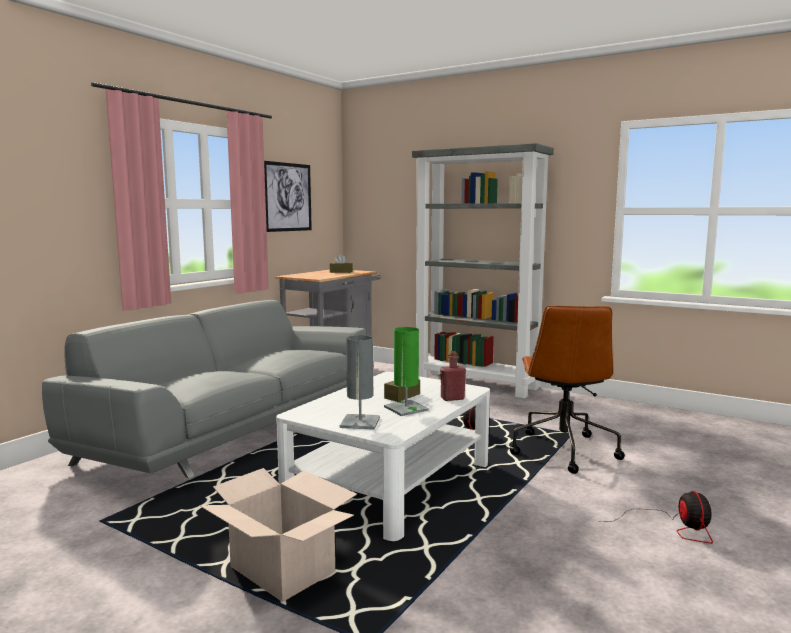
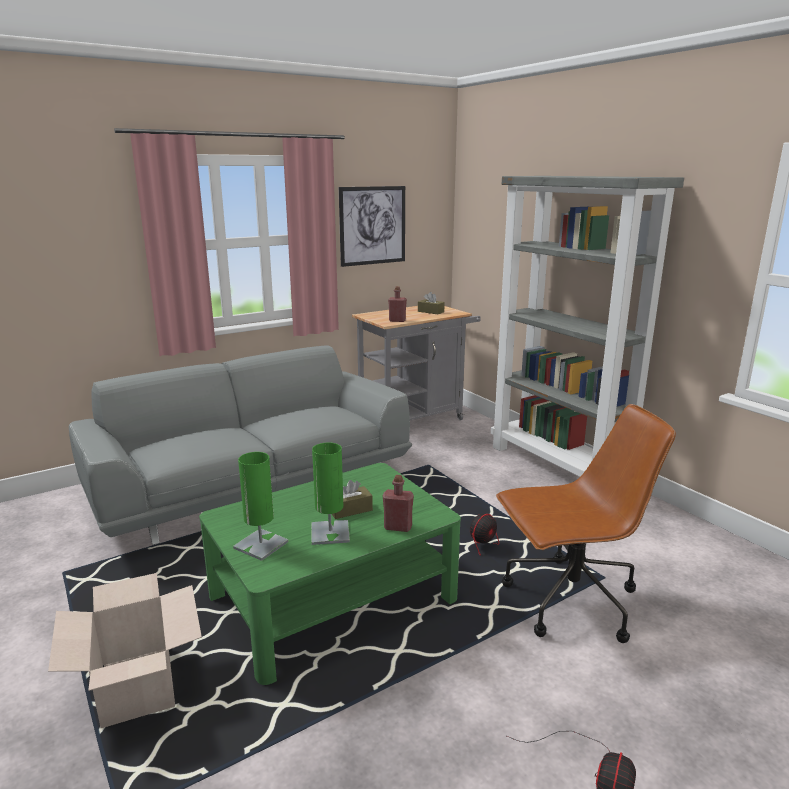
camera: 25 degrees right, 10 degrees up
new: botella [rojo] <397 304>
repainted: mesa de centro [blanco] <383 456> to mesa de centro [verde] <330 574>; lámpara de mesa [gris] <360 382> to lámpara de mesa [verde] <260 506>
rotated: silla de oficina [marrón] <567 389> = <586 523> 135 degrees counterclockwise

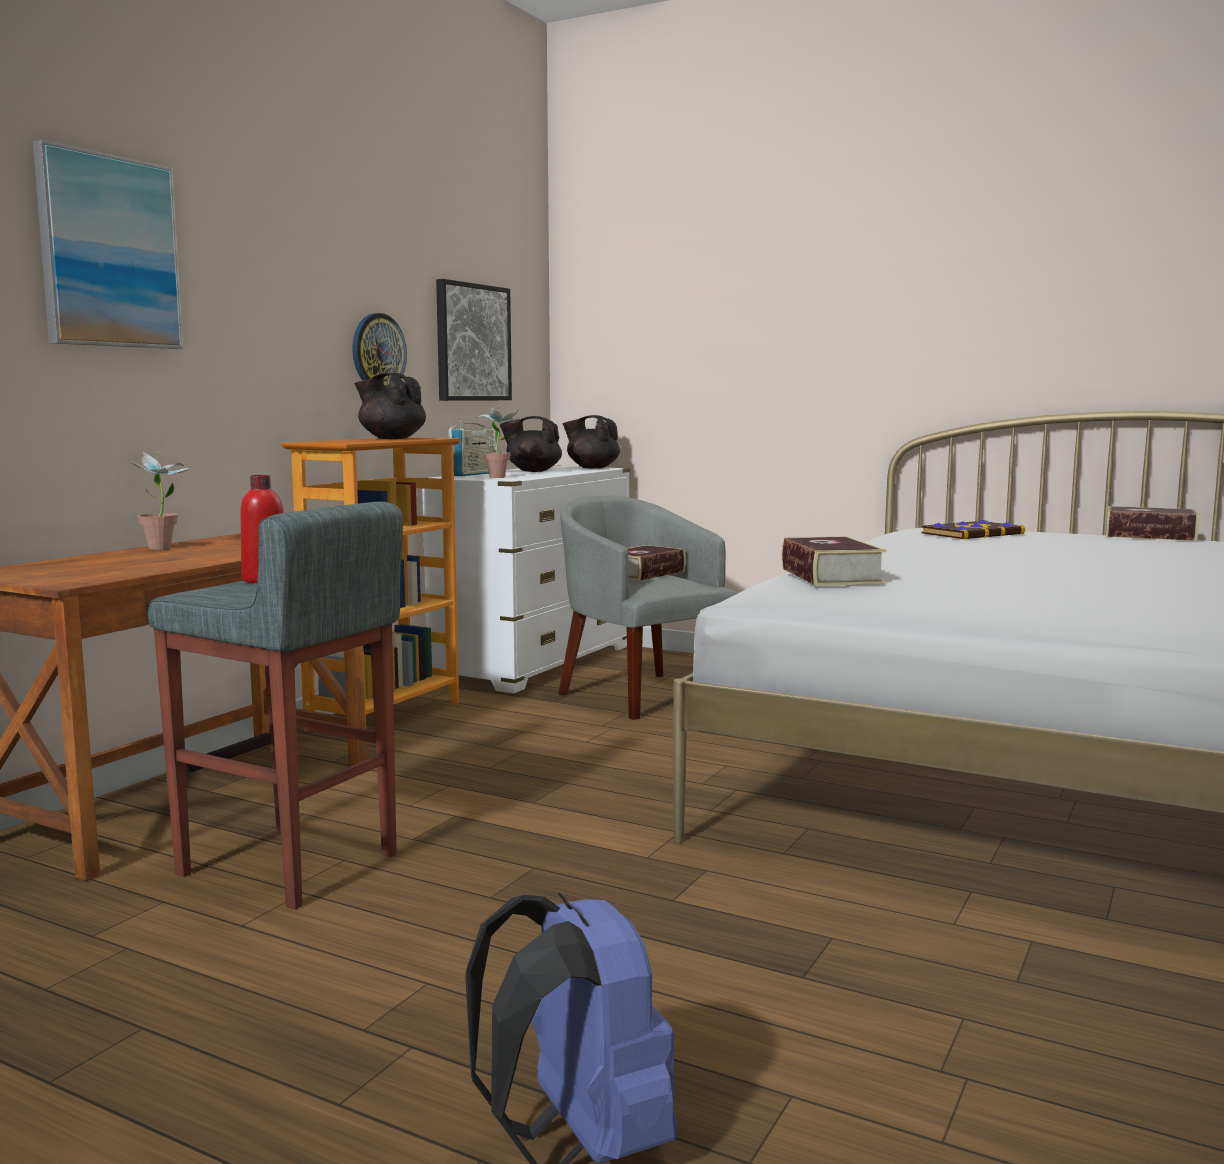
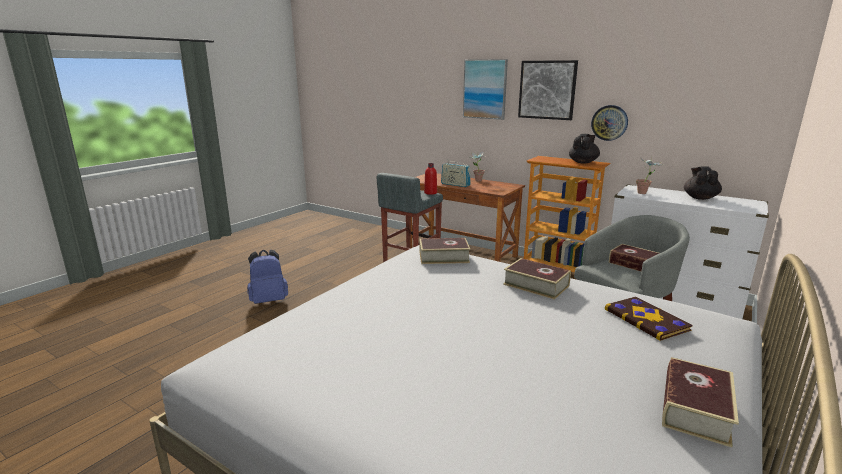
camera: 95 degrees right, 10 degrees up
gone: tetera [negro] <591 442>
new: libro <537 279>
shifted: cuadro <474 340> to <548 90>; radio <472 446> to <456 173>

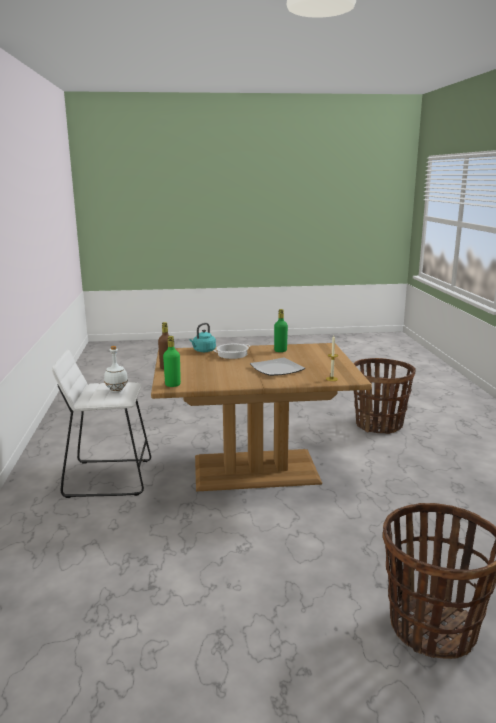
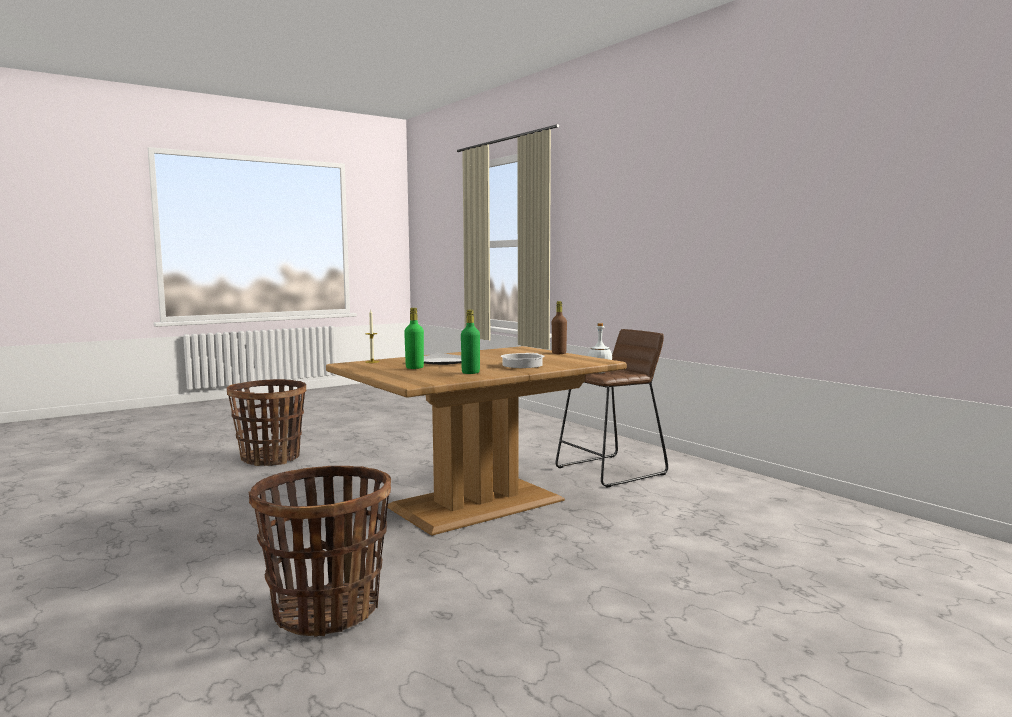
camera: 150 degrees right, 10 degrees down
gone: hervidor [turquesa] <203 337>
shifted: botella [verde] <172 361> to <414 338>
repainted: taburete [blanco] <101 424> to taburete [marrón] <611 408>

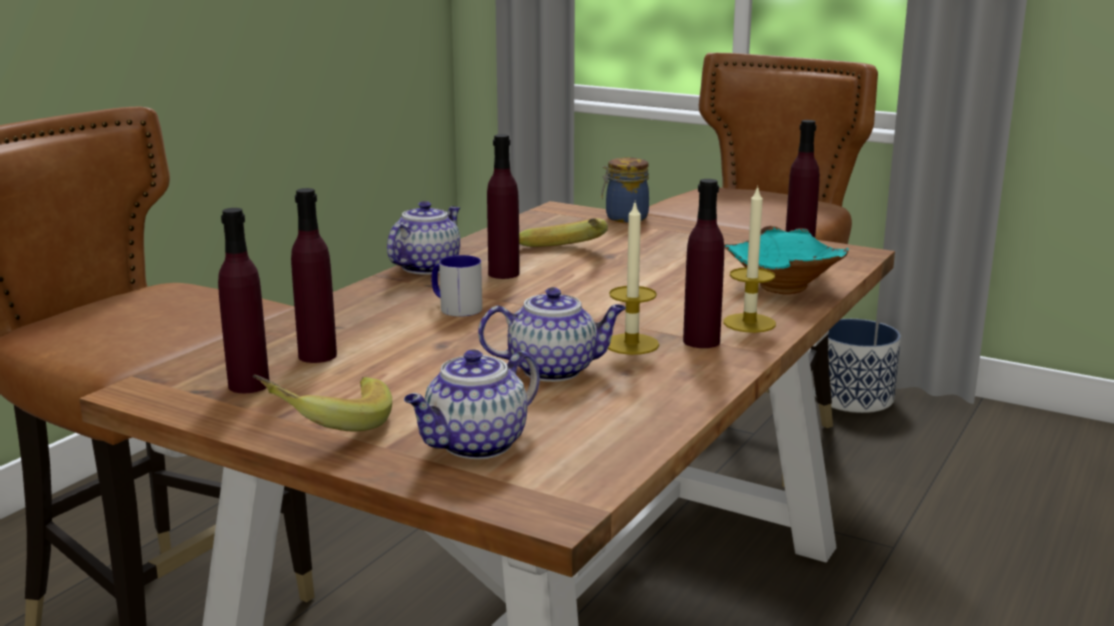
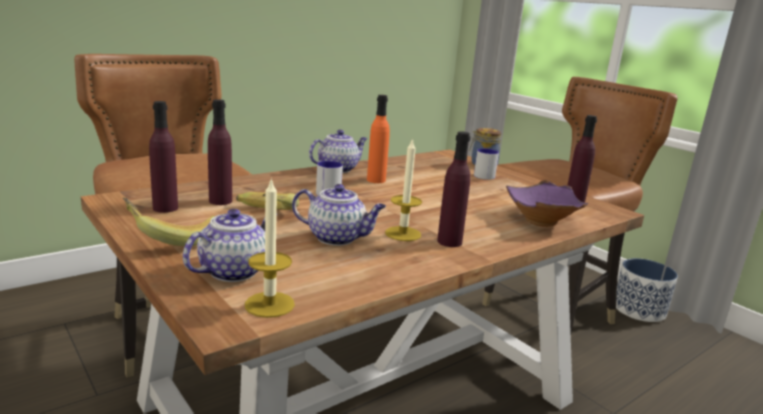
camera: 20 degrees right, 0 degrees up
new: taza grande <486 164>
shifted: plátano <563 232> to <267 201>; vela <749 259> to <270 247>
repainted: botella [morado] <503 206> to botella [naranja] <378 139>; cuenco [turquesa] <786 260> to cuenco [morado] <547 203>
rotated: tetera <472 404> = <230 245> 150 degrees clockwise

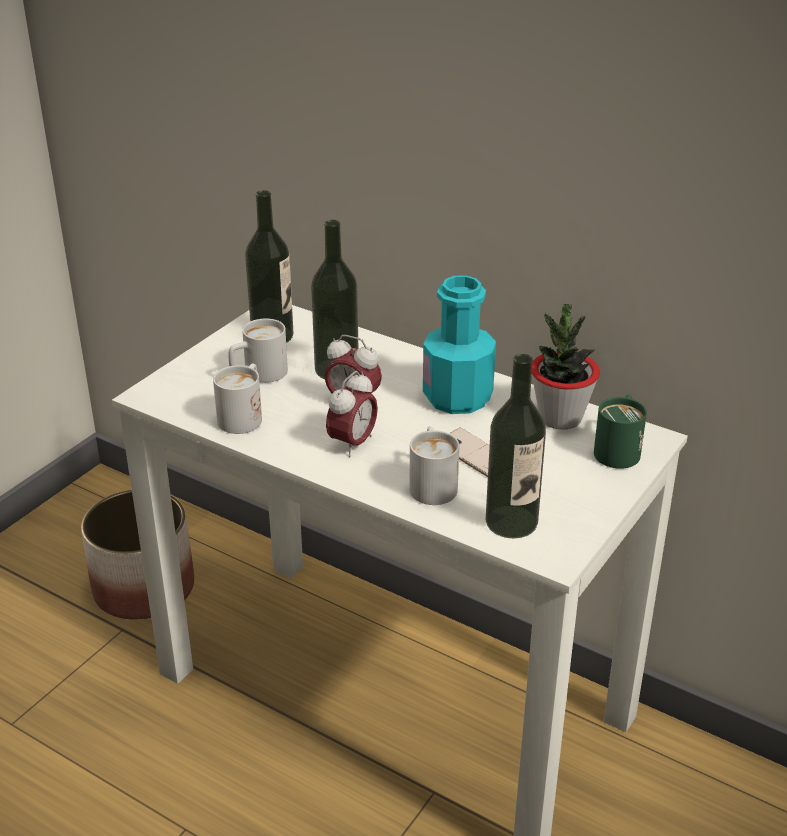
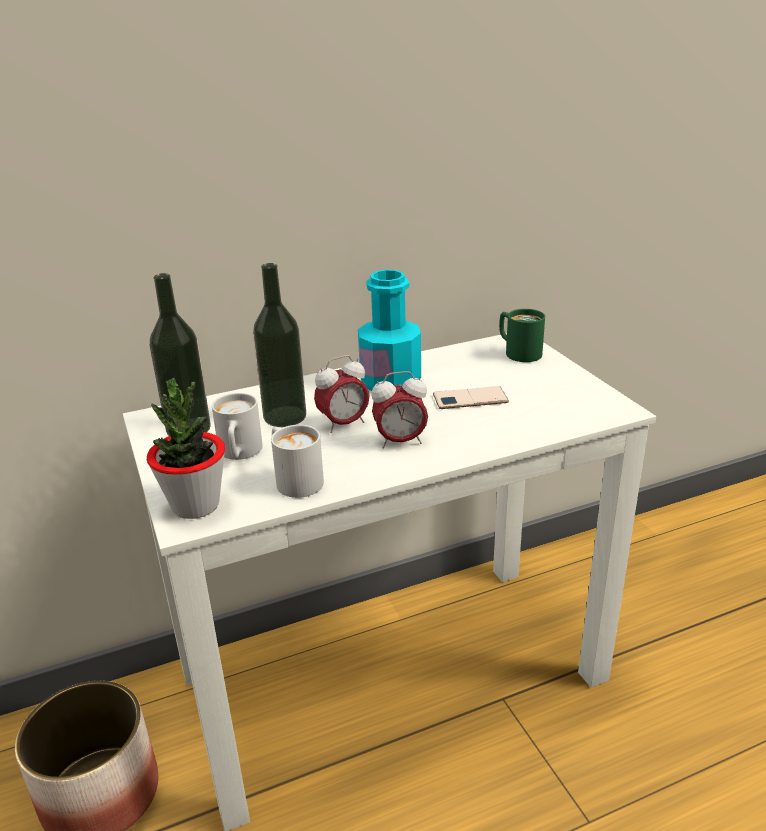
camera: 55 degrees left, 5 degrees down
gone: taza grande [blanco] <434 465>; botella <516 446>
shifted: planta en maceta <566 367> to <186 448>
rotated: despertador <352 414> = <400 409> 105 degrees clockwise

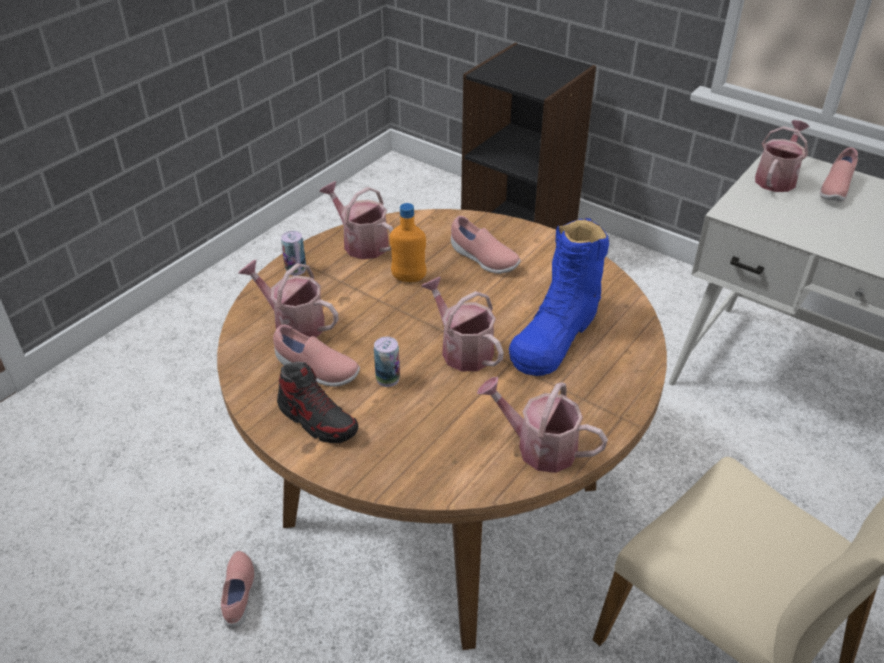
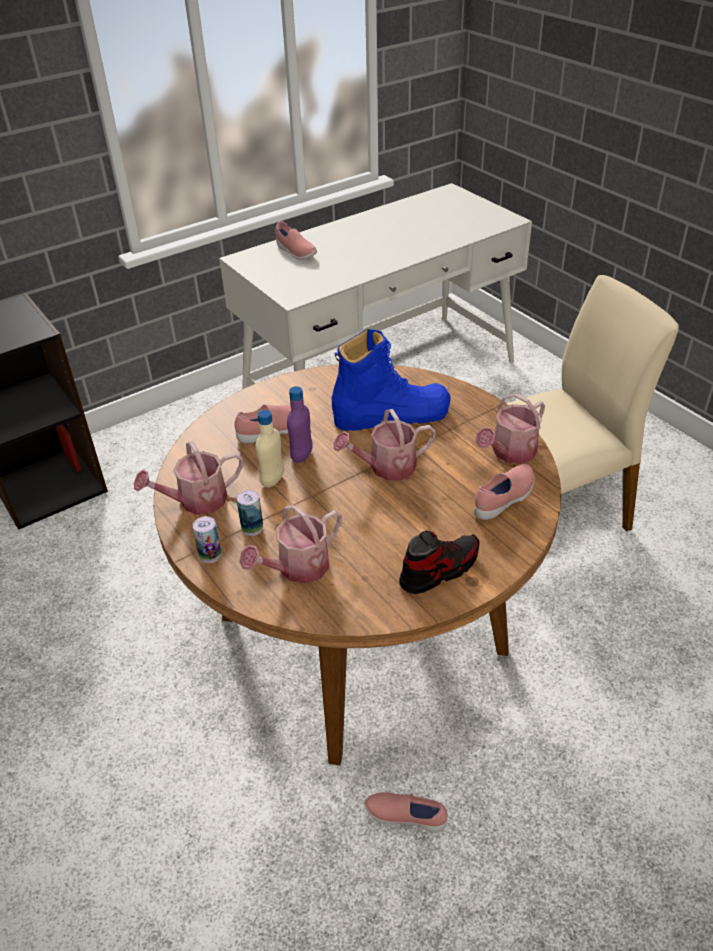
camera: 70 degrees left, 0 degrees up
gone: regadera <782 156>
new: botella [morado] <300 424>
shifted: zapato [rosa] <316 355> to <504 492>; lata <387 362> to <250 513>
repainted: botella [naranja] <408 242> to botella [beis] <269 449>
rotated: bota [azul] <559 297> = <391 380> 60 degrees counterclockwise

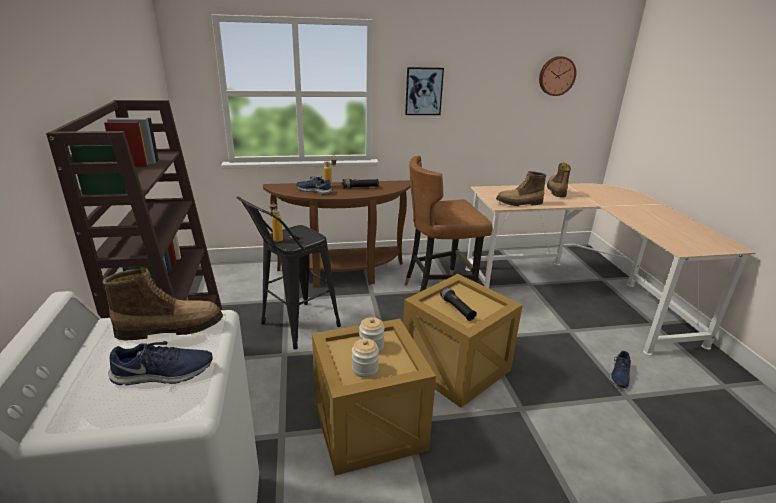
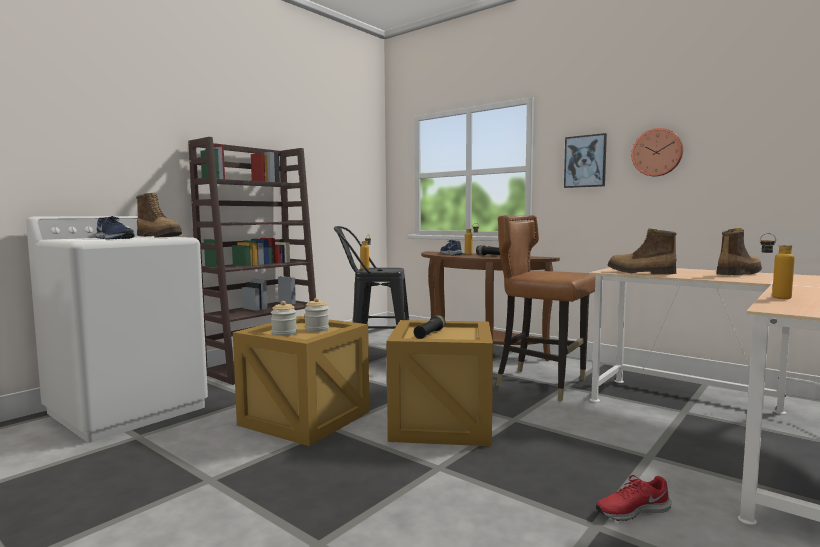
camera: 50 degrees right, 20 degrees down
new: botella <777 266>
shifted: reloj de pared <557 76> to <657 152>
repainted: zapato [azul] <620 370> to zapato [rojo] <634 498>

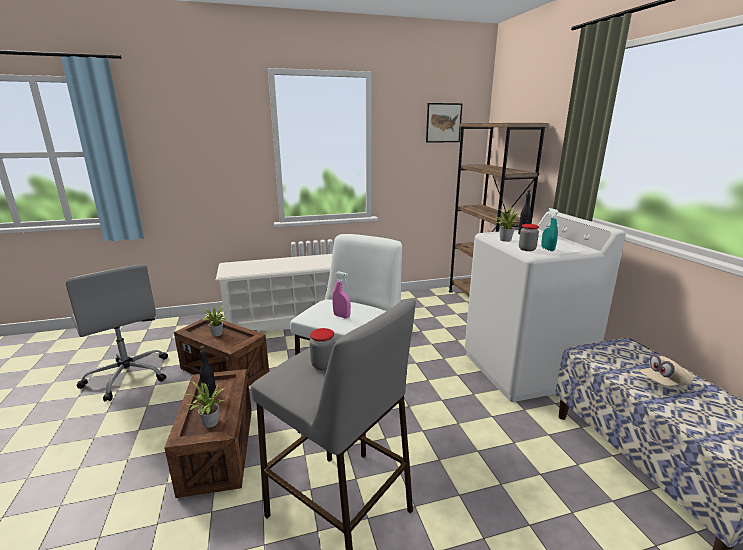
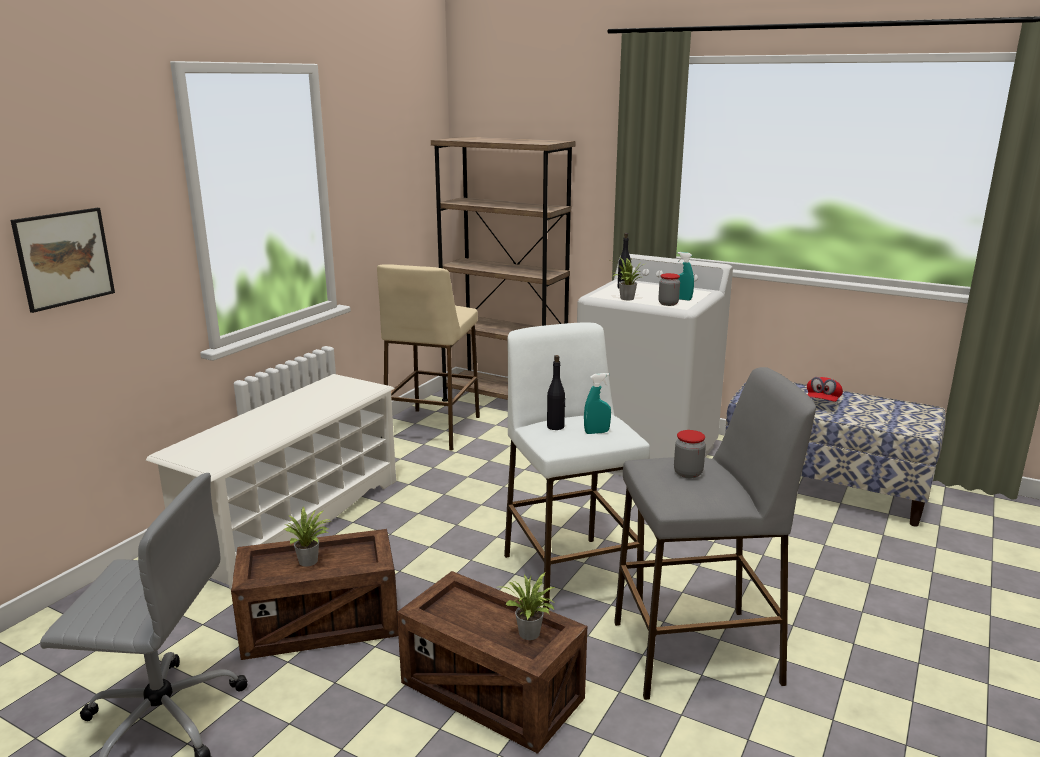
camera: 45 degrees left, 0 degrees up
new: taburete [beis] <428 357>
shifted: botella [negro] <208 372> to <556 392>; cuadro <444 123> to <63 260>
repainted: pulverizador [rosa] <341 294> to pulverizador [turquesa] <597 403>; gorra [beis] <666 370> to gorra [rojo] <825 389>

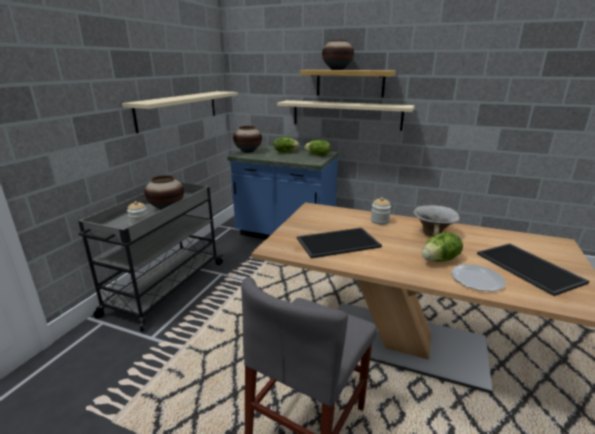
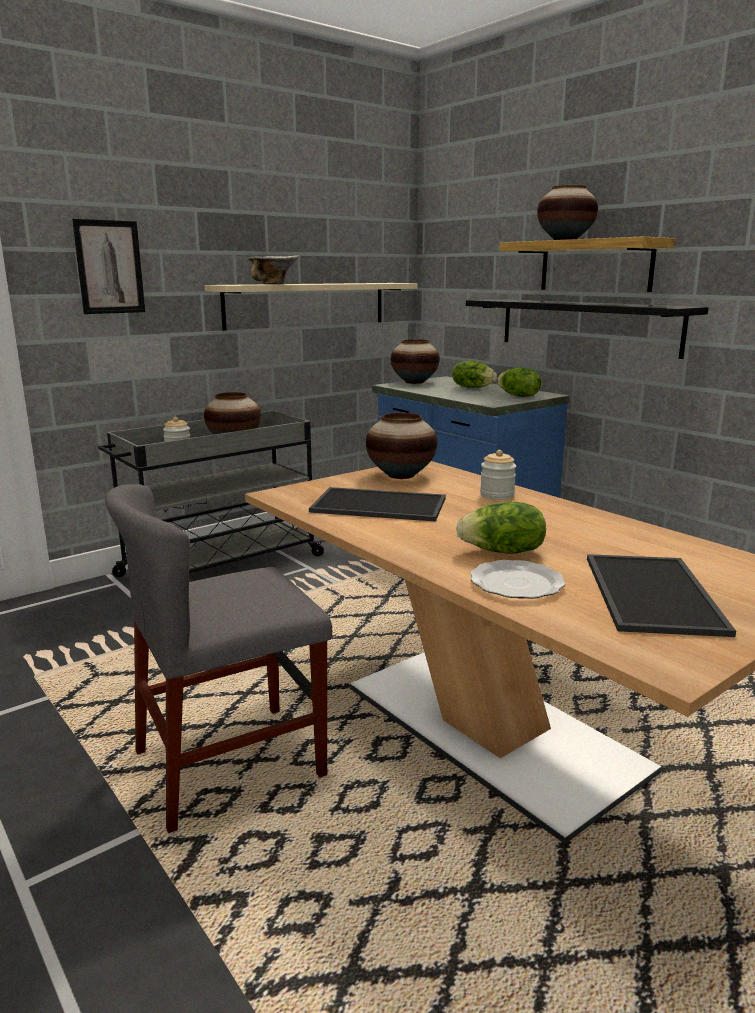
camera: 30 degrees right, 5 degrees down
new: cuadro <108 266>; florero <401 446>
shifted: cuenco <436 221> to <273 269>
repainted: estante [beis] <346 115> to estante [negro] <587 329>

